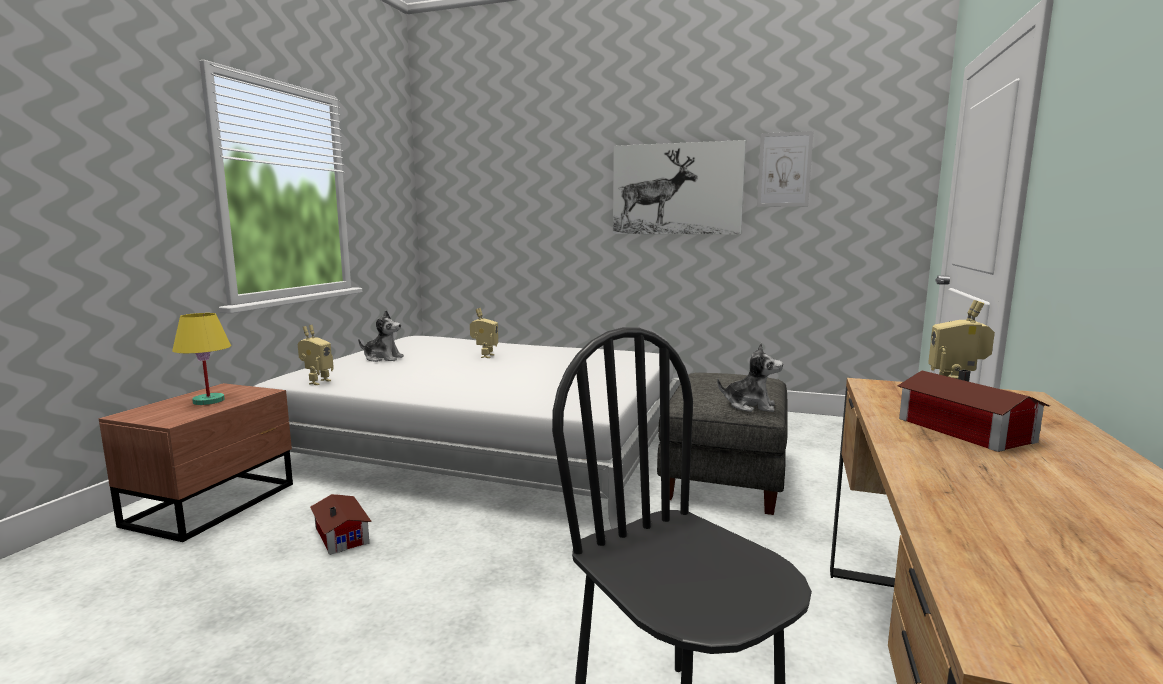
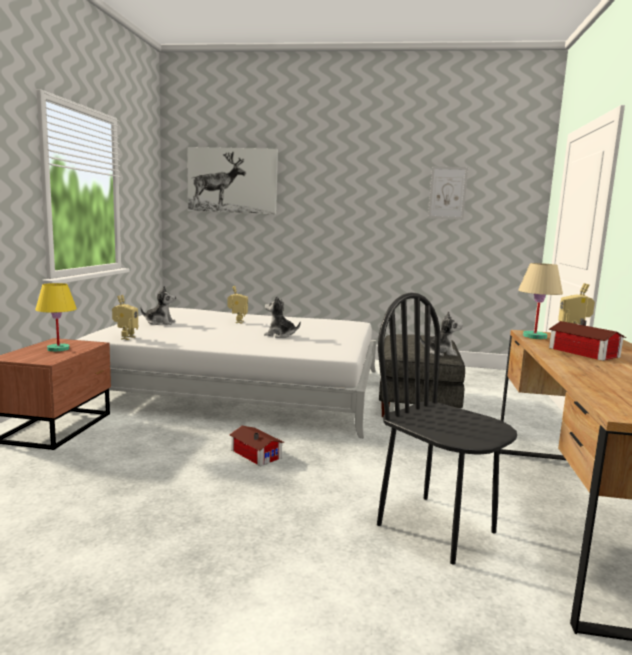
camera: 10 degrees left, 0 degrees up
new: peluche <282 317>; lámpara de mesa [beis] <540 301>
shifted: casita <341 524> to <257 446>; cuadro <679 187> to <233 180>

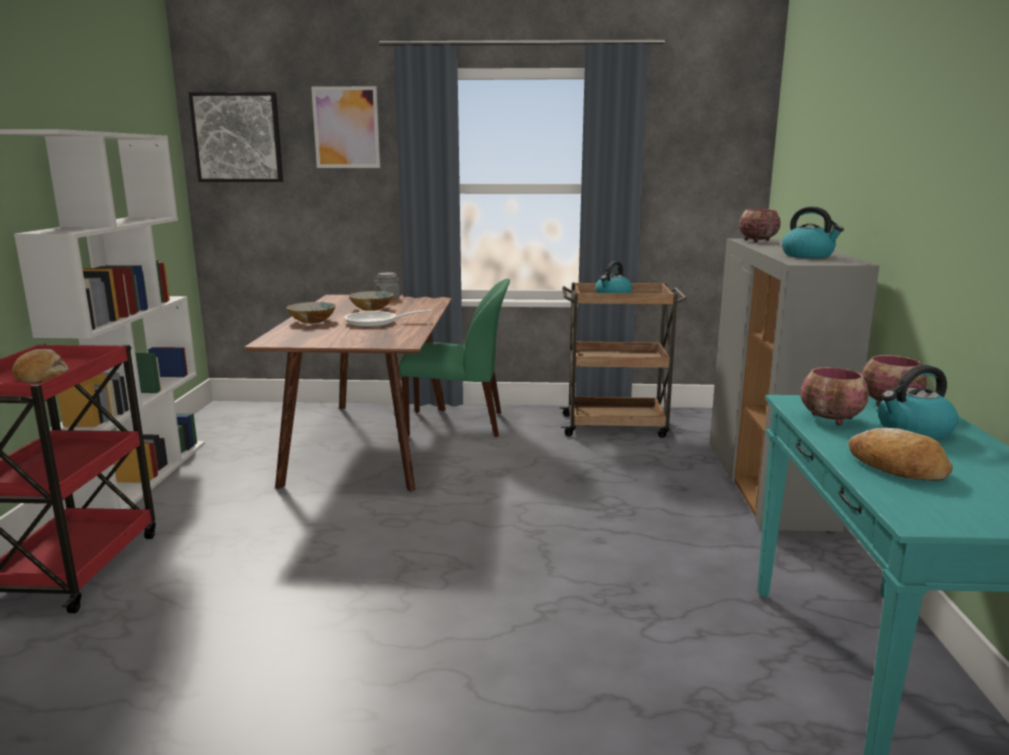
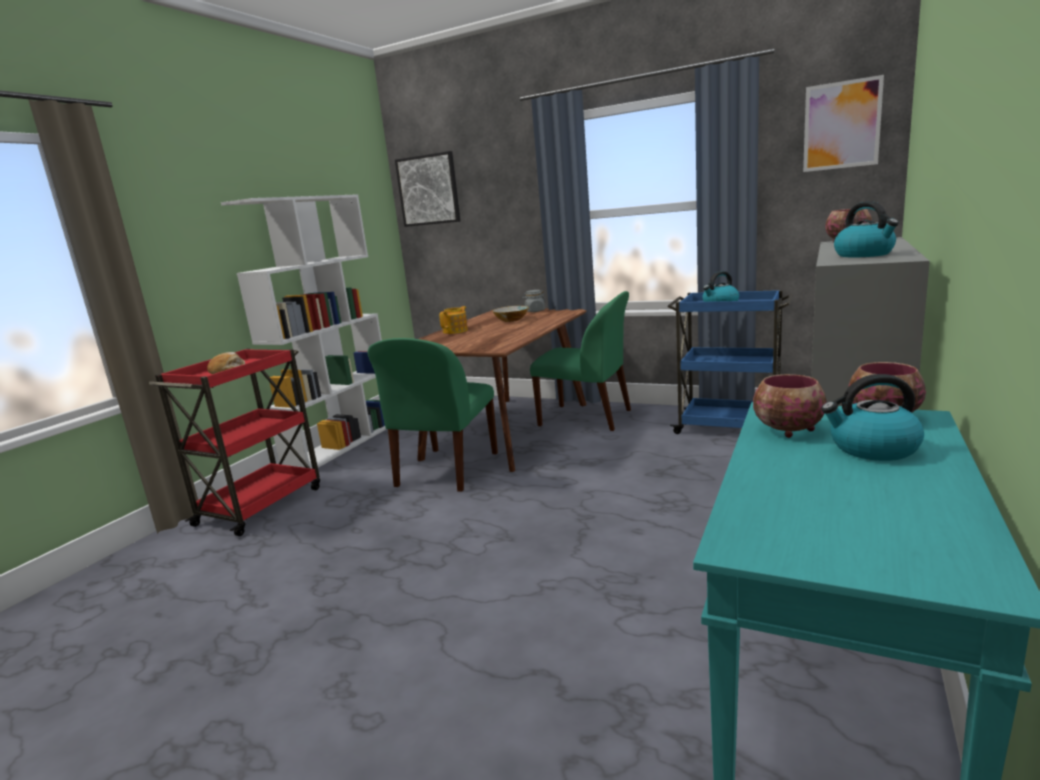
camera: 25 degrees right, 0 degrees up
gone: sartén <387 318>; pan <901 454>
new: silla [verde] <433 415>
shifted: cuadro <345 127> to <843 123>
swapped: cuenco <311 313> to tetera <453 320>
repainted: carrito [marrón] <623 360> to carrito [azul] <730 362>

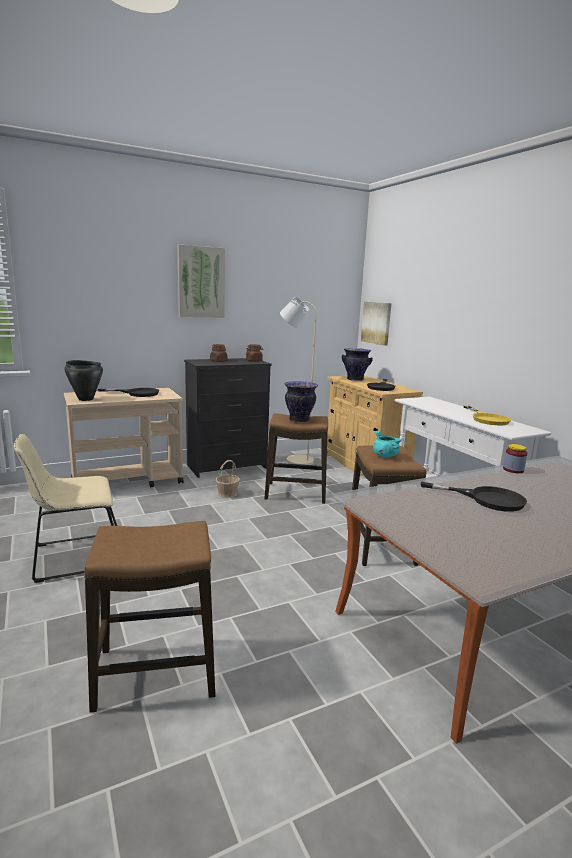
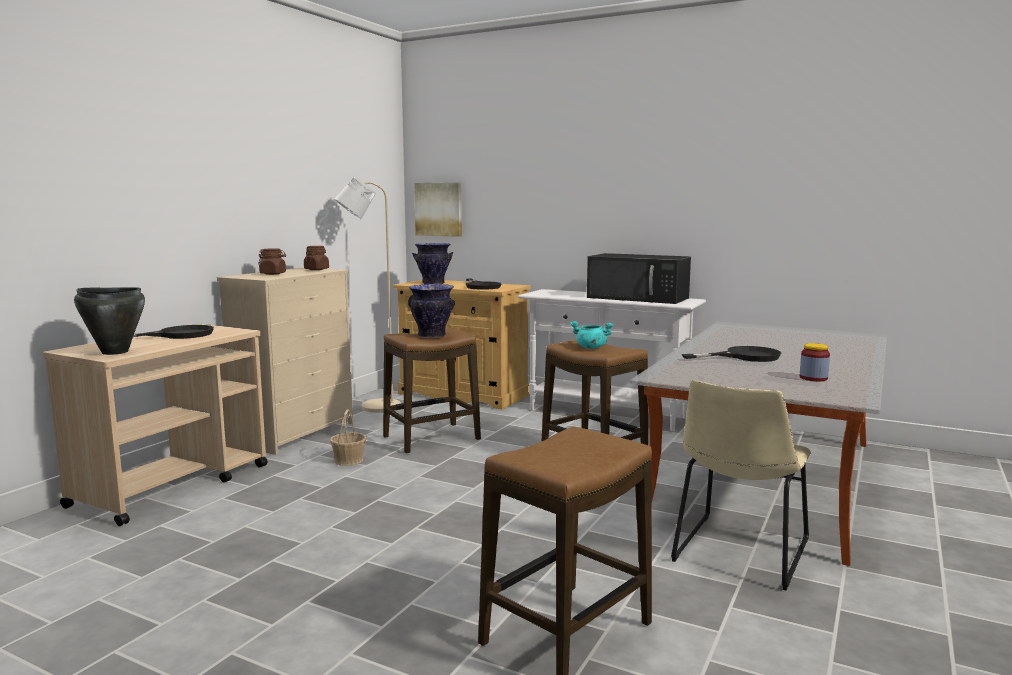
camera: 35 degrees left, 5 degrees down
gone: cuadro <201 281>
shifted: silla [beis] <65 508> to <741 485>; tarro <515 458> to <815 362>
swapped: sartén [amarillo] <487 415> to microondas [negro] <639 278>
repainted: cómoda [negro] <228 418> to cómoda [beis] <285 361>

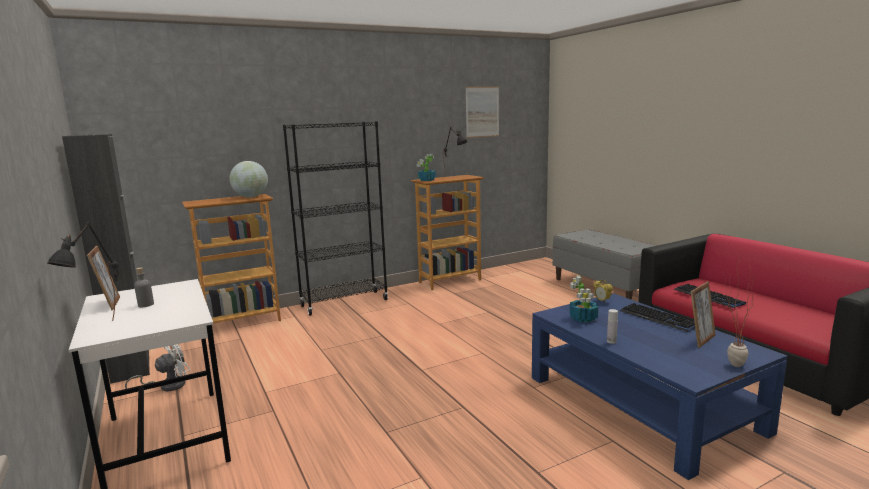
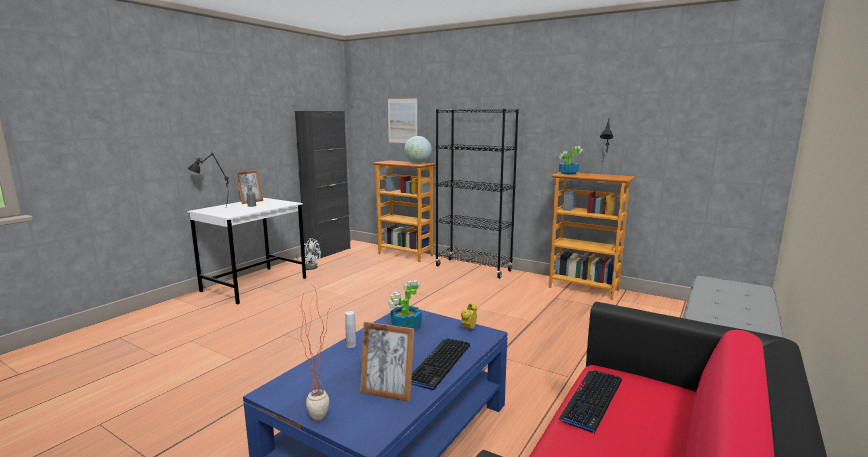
camera: 60 degrees right, 0 degrees up
shifted: cuadro <482 112> to <402 121>

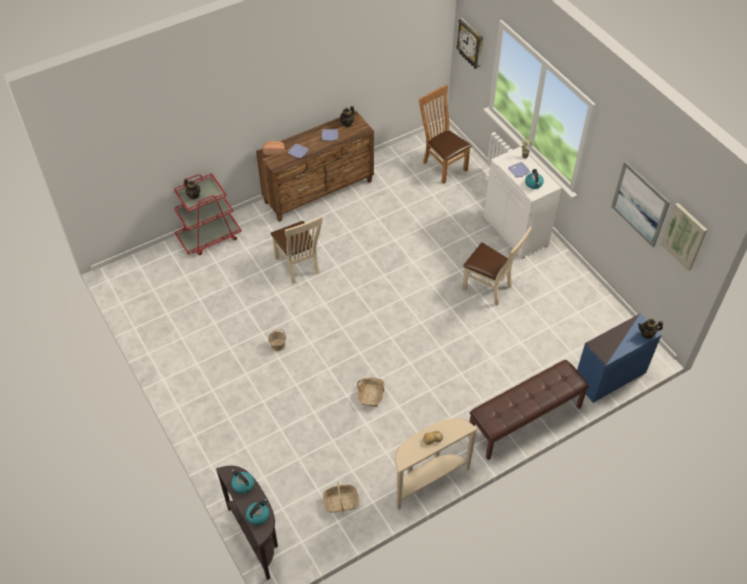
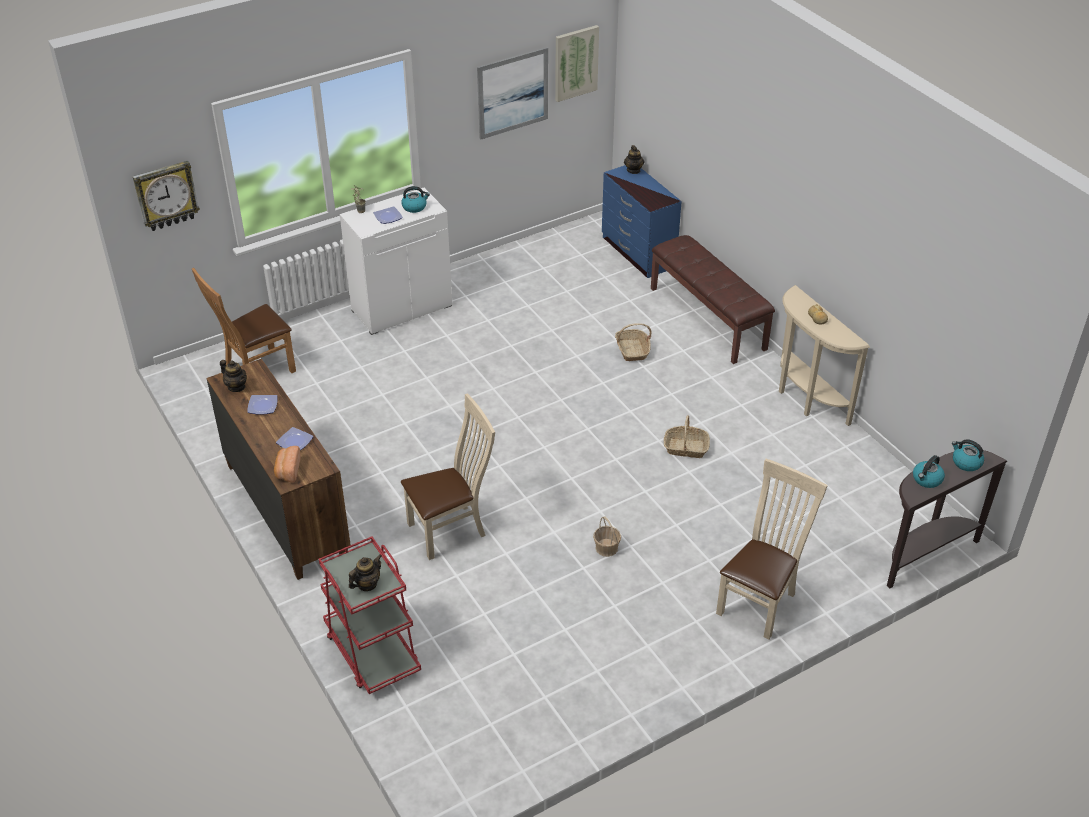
camera: 90 degrees left, 10 degrees down
shifted: cesta <341 497> to <633 342>; silla [beis] <497 266> to <772 549>

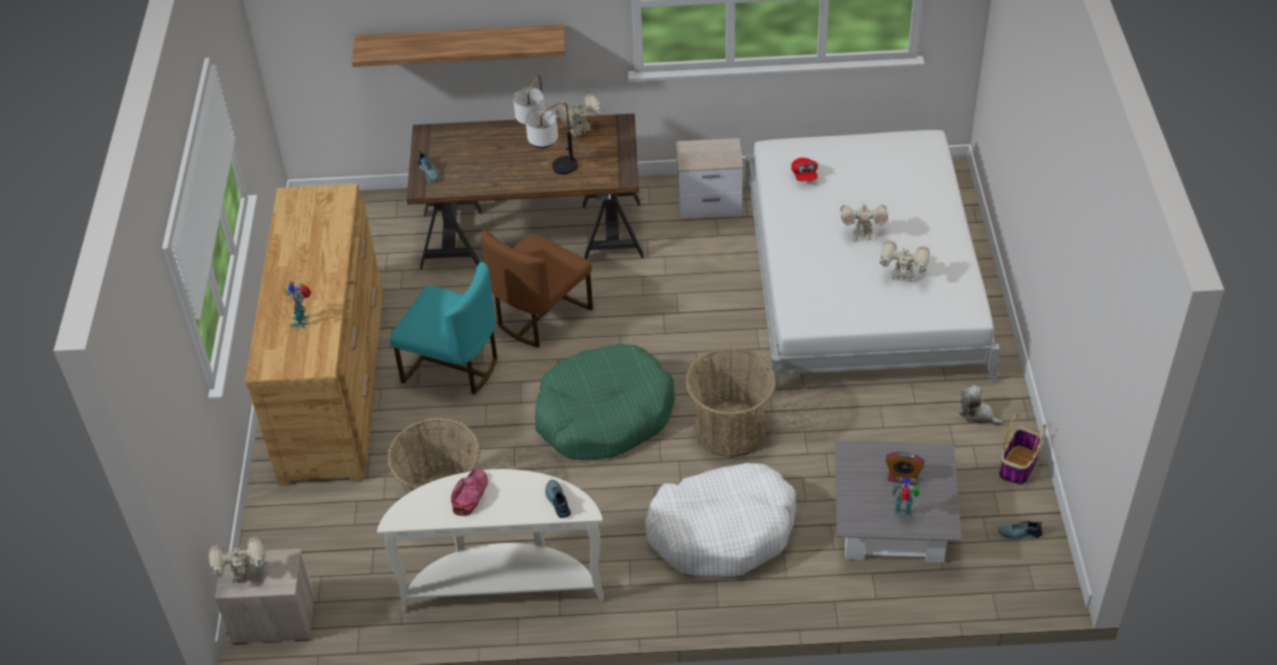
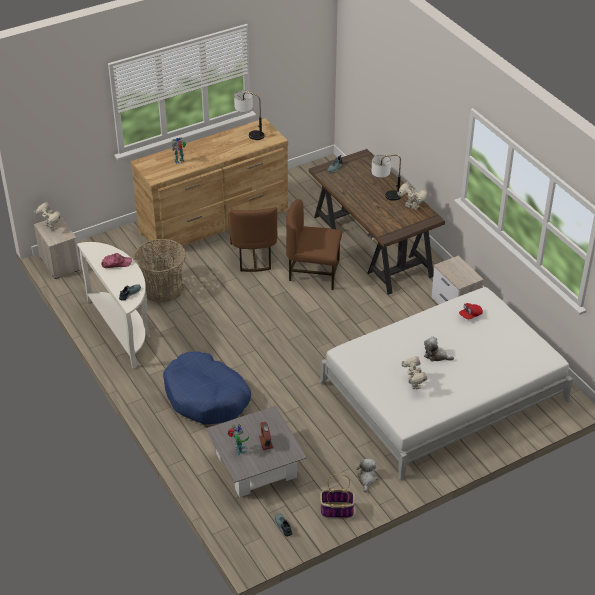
camera: 60 degrees right, 5 degrees down
gone: estante <458 46>; cama para perro [verde] <605 402>; cesta <730 402>
shifted: lámpara de mesa <551 138> to <249 115>
swapped: robot de juguete <864 221> to peluche <439 348>
repainted: silla [turquesa] <443 328> to silla [marrón] <252 239>; cama para perro [blanco] <720 520> to cama para perro [azul] <207 388>

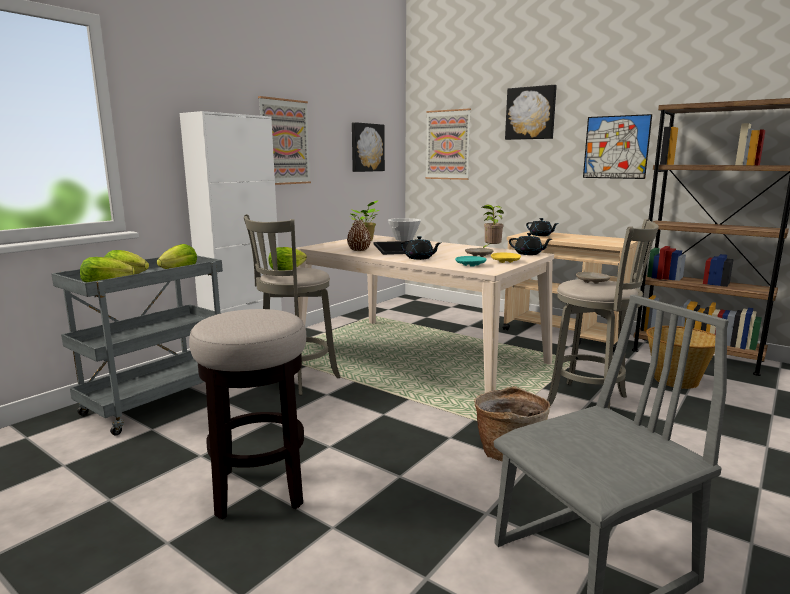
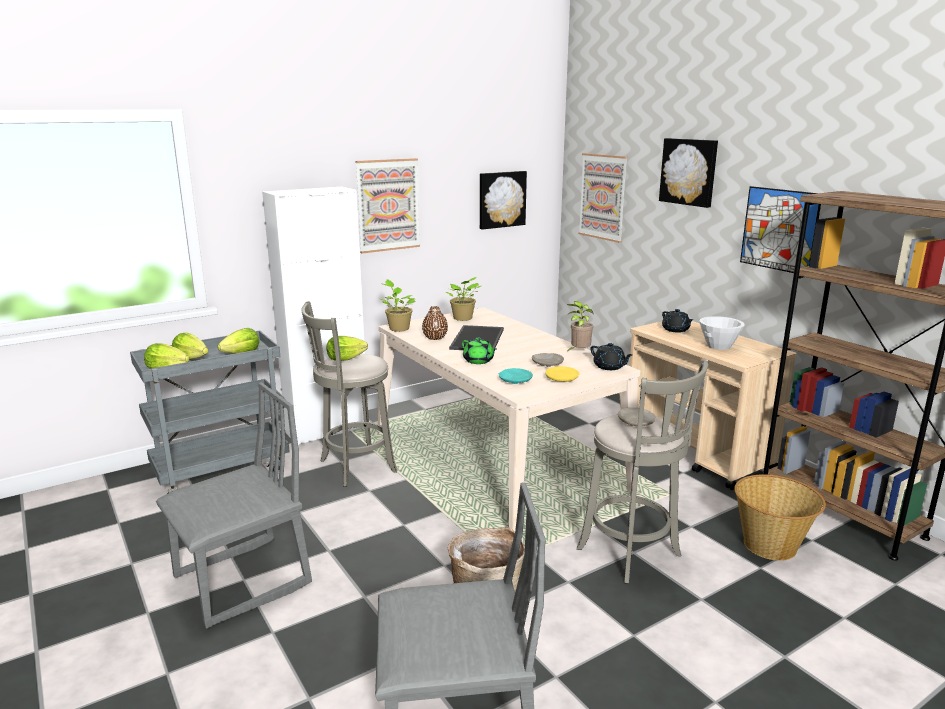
camera: 20 degrees right, 5 degrees up
new: planta en maceta <398 305>
shifted: cuenco [blanco] <404 229> to <722 333>
swapped: taburete <247 414> to silla [gris] <234 505>
repainted: tetera [negro] <420 248> to tetera [verde] <479 350>

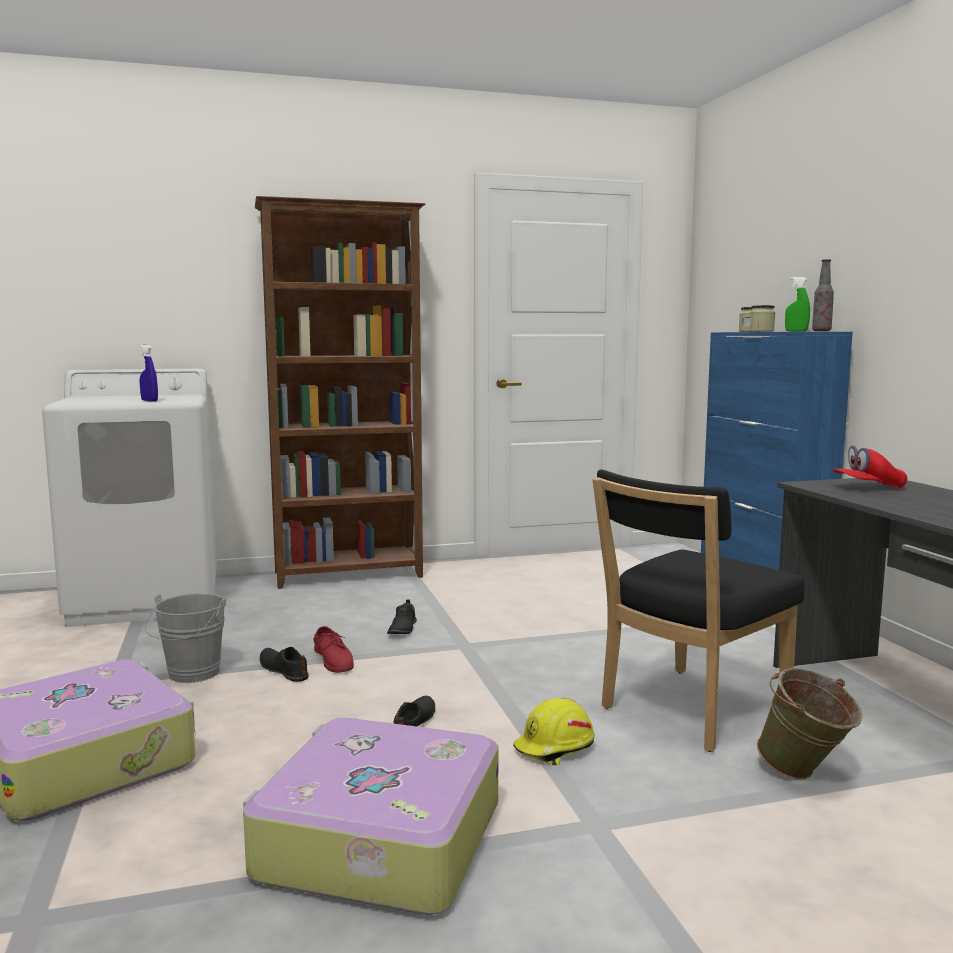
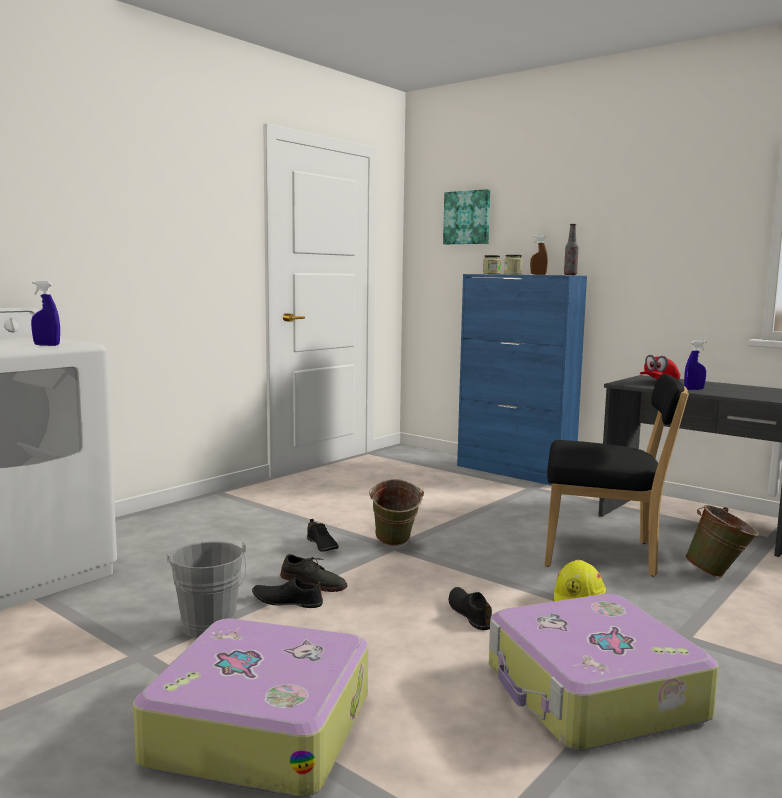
camera: 35 degrees left, 0 degrees up
gone: estantería [marrón] <340 392>
new: cubo [verde] <396 512>; cuadro <466 216>; pulverizador [azul] <695 365>
repainted: zapato [rojo] <333 649> to zapato [gris] <313 573>; pulverizador [verde] <797 304> to pulverizador [marrón] <539 255>
rotated: silla [negro] <698 610> = <617 474> 90 degrees counterclockwise

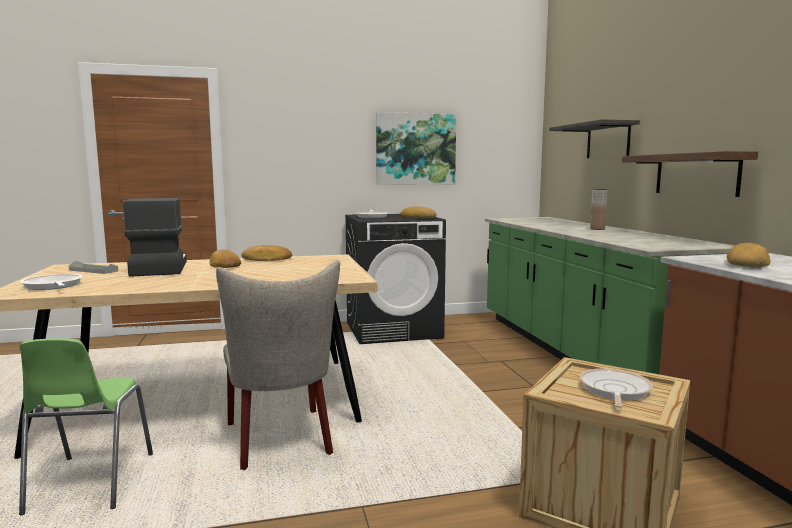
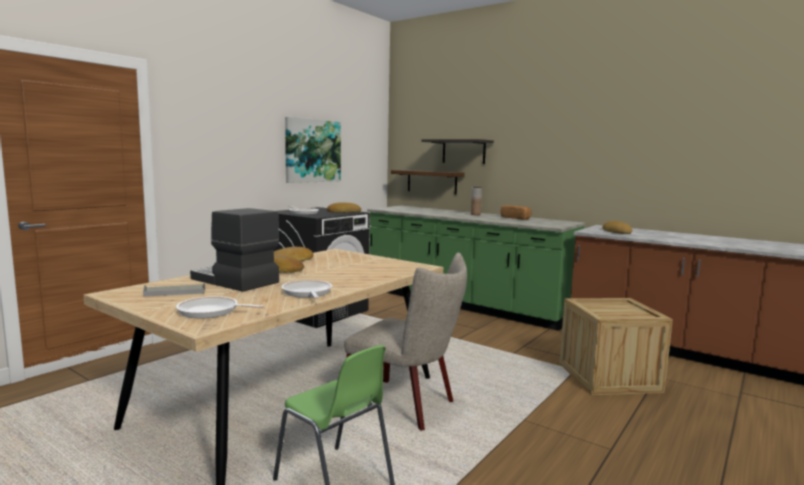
camera: 40 degrees left, 0 degrees up
new: pan <516 212>
shifted: sartén <616 388> to <306 289>; estante <690 174> to <428 182>

